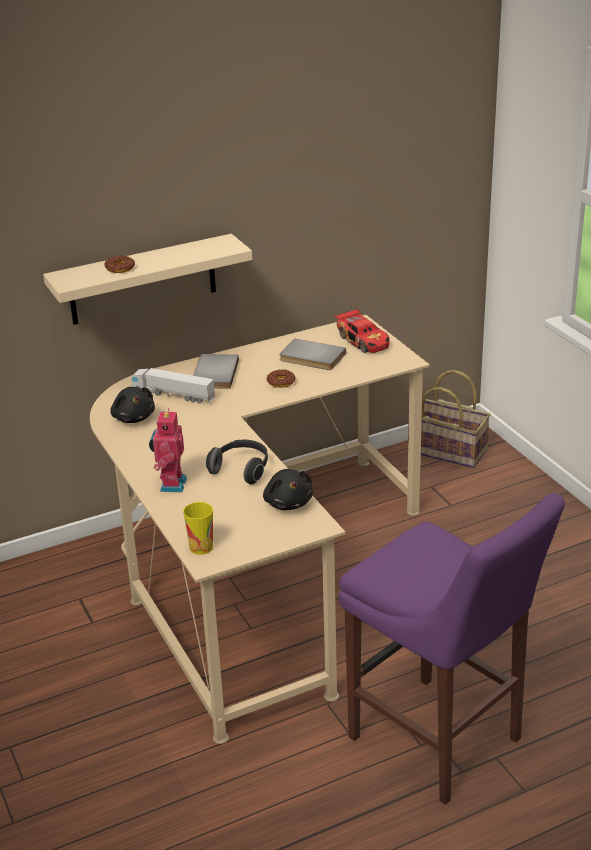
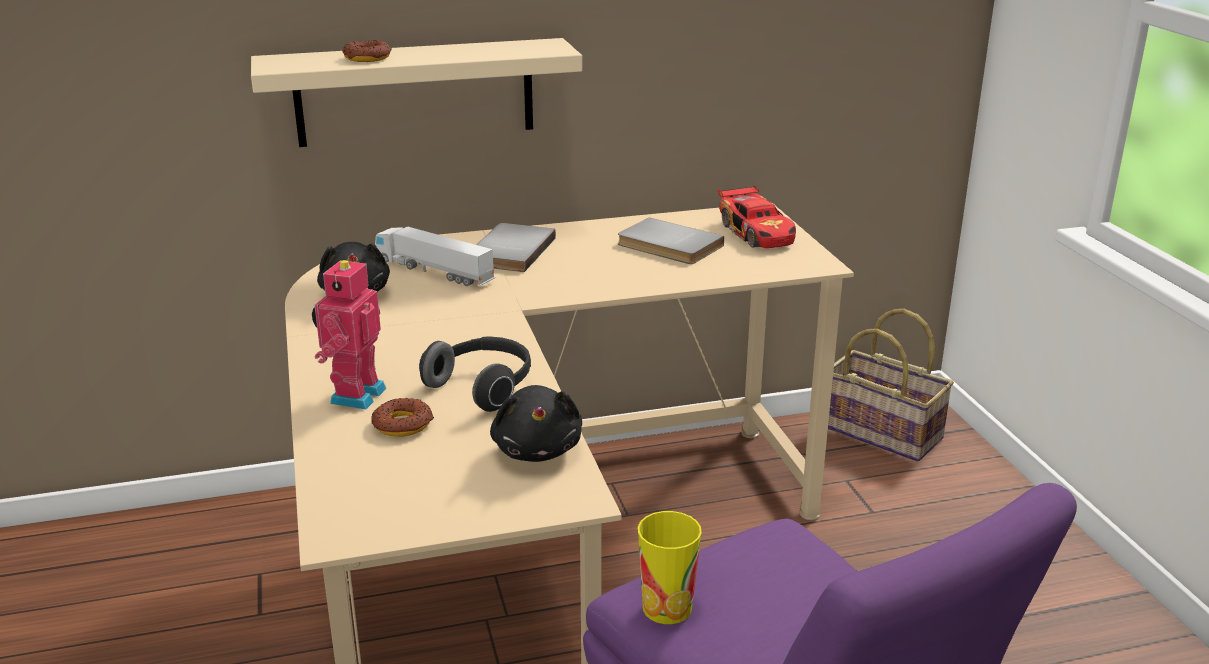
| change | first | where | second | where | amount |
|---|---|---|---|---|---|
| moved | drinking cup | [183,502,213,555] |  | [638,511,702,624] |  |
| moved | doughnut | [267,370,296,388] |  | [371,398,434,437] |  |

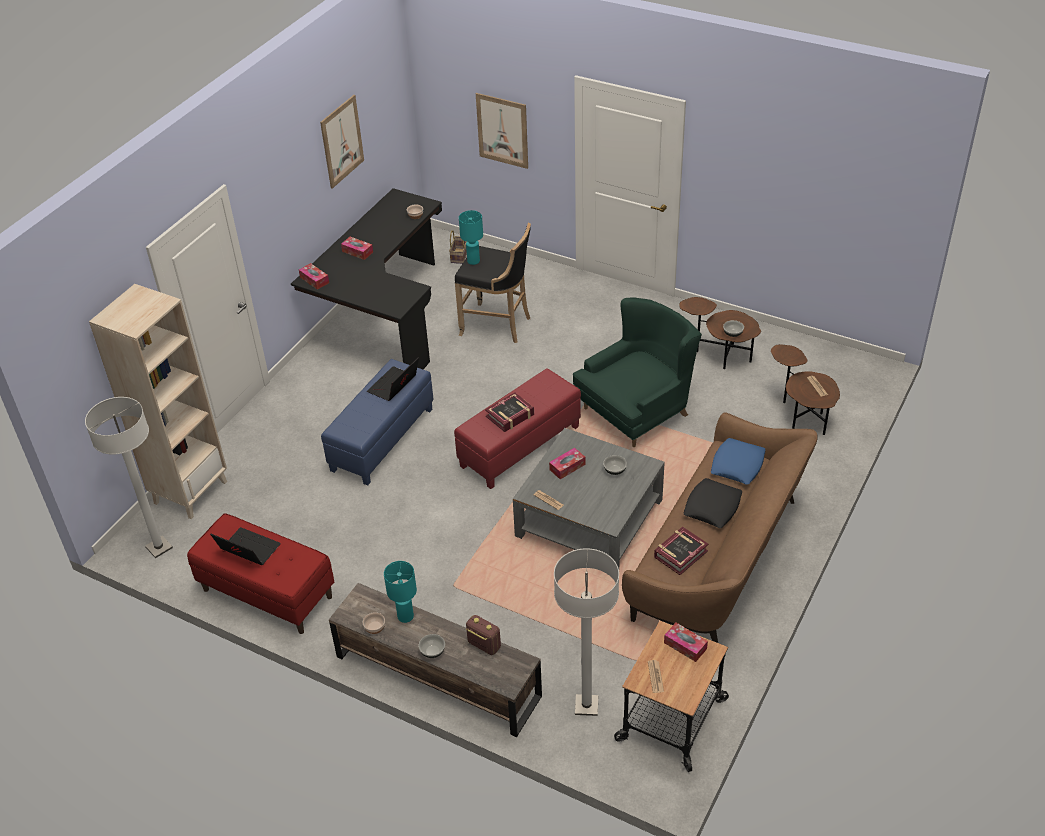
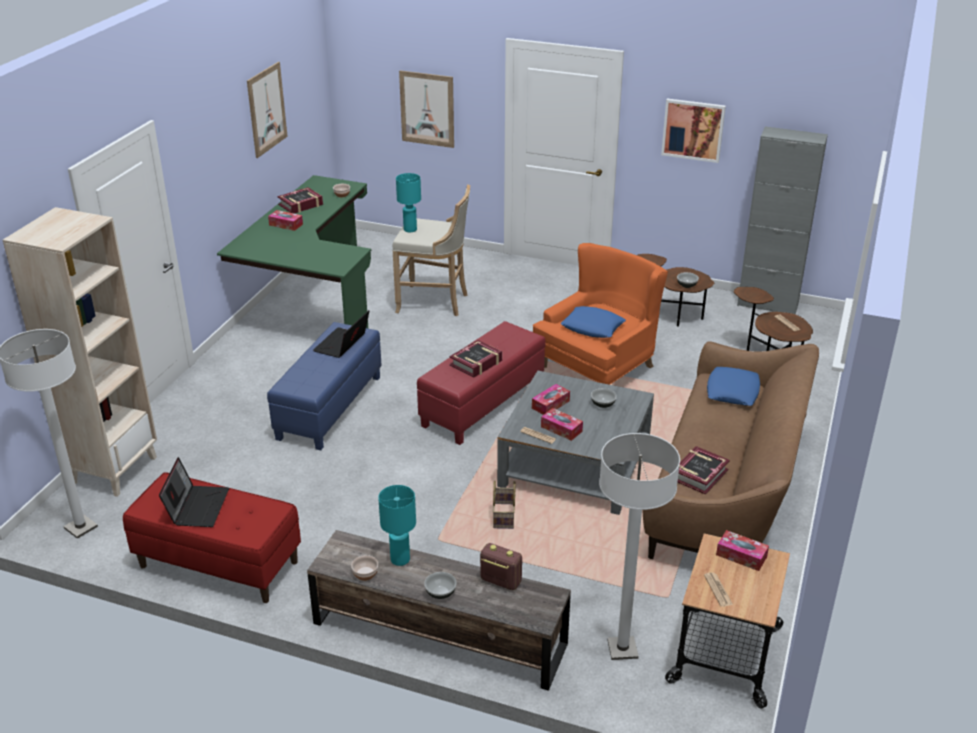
| change | first | where | second | where | amount |
|---|---|---|---|---|---|
| turned | notebook computer | [210,527,281,565] |  | [159,457,229,527] | 75 degrees clockwise |
| recoloured | desk unit (blackish) | [291,188,442,369] | desk unit (green-coloured) | [217,175,371,328] |  |
| moved | tissue box | [299,263,329,290] |  | [541,408,583,441] |  |
| moved | storage basket | [449,230,467,264] |  | [493,481,516,529] |  |
| recoloured | stool seat (blackish) | [455,223,531,343] | stool seat (beige) | [392,184,470,316] |  |
| recoloured | easy chair (green-coloured) | [573,297,702,447] | easy chair (orangey) | [533,243,668,385] |  |
| removed | pillow (blackish) | [684,478,742,528] |  |  |  |
| added |  |  | book | [277,187,323,214] |  |
| added |  |  | pillow (bluish) | [561,306,626,338] |  |
| added |  |  | wall picture | [661,99,726,163] |  |
| added |  |  | cabinet (greyish) | [737,126,828,315] |  |

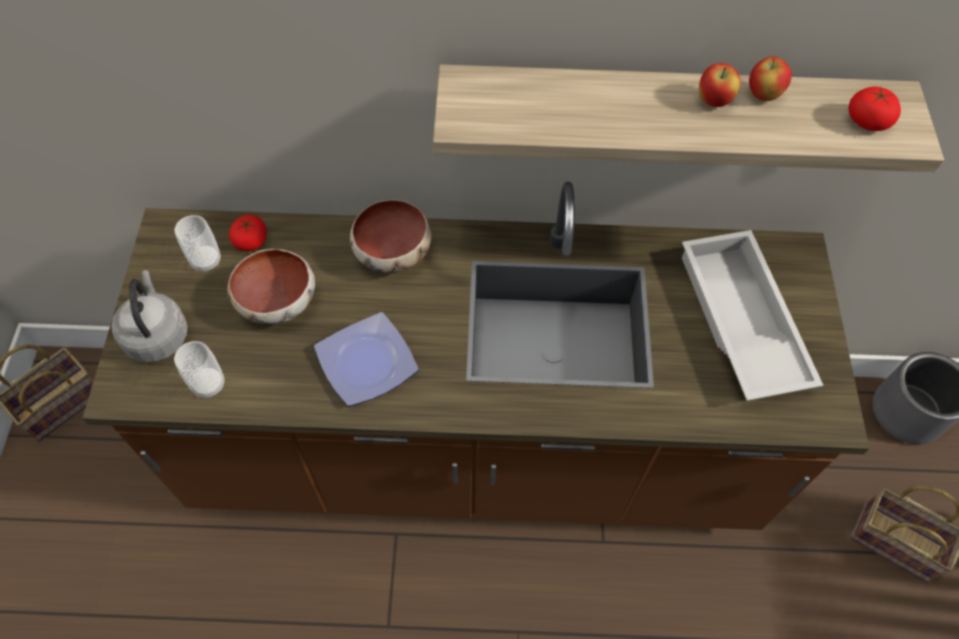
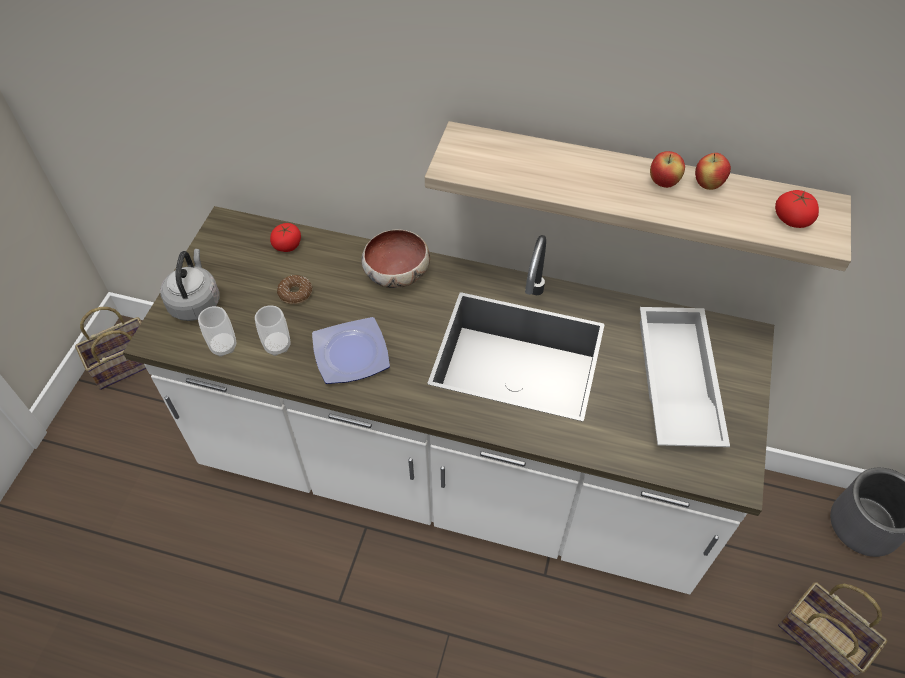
| change | first | where | second | where | amount |
|---|---|---|---|---|---|
| recoloured | kitchen counter (brownish) | [82,181,870,530] | kitchen counter (whitish) | [123,206,774,594] |  |
| moved | drinking cup | [174,215,221,272] |  | [255,305,290,356] |  |
| replaced | serving bowl | [227,249,315,324] | doughnut | [277,275,312,305] |  |

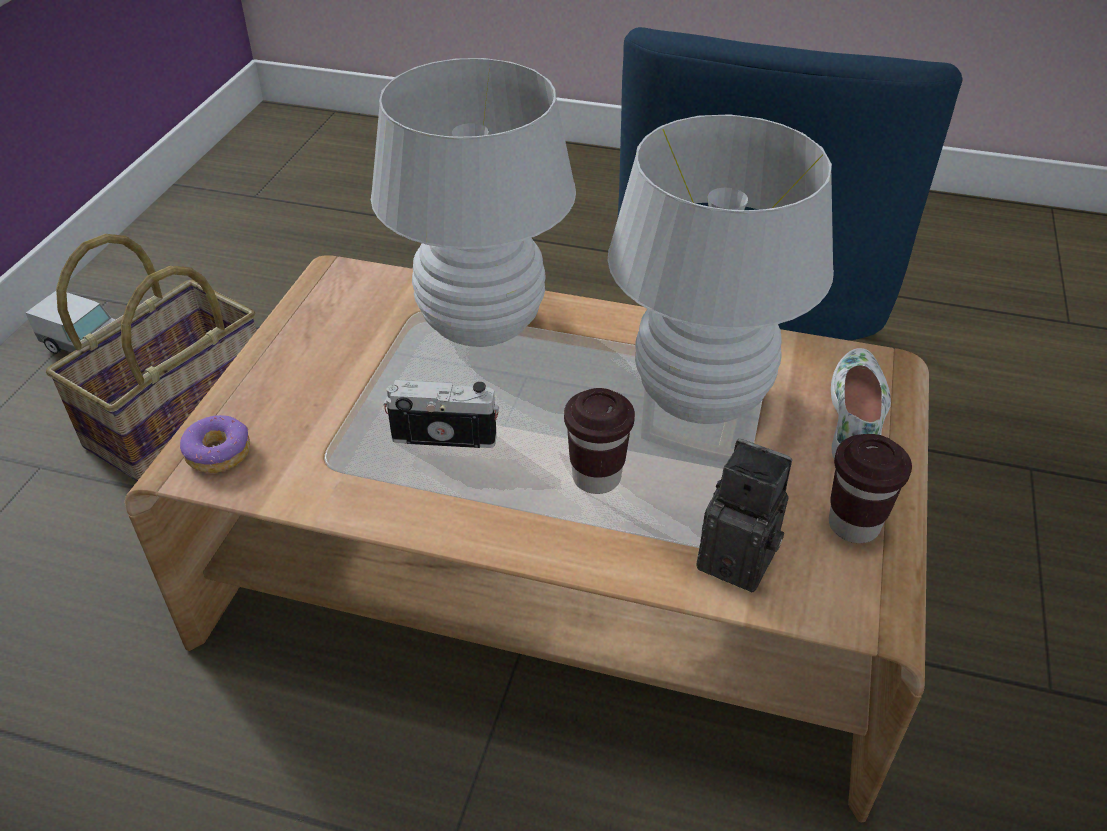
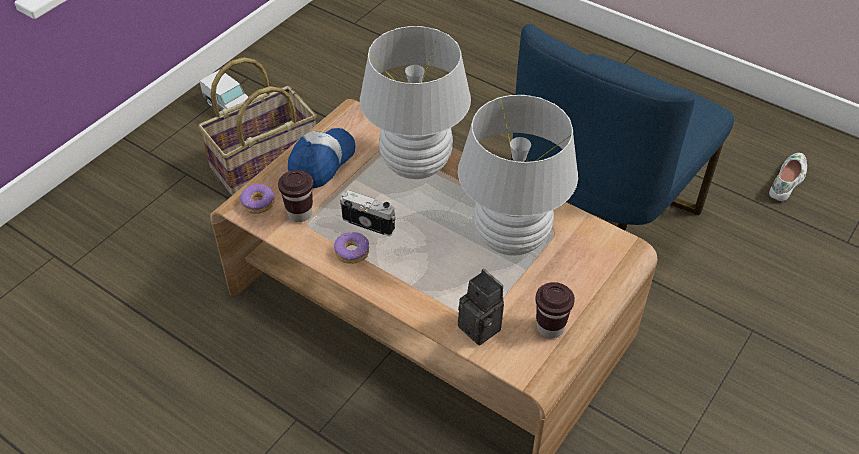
| change | first | where | second | where | amount |
|---|---|---|---|---|---|
| moved | drinking cup (brownish) | [564,388,635,494] |  | [278,170,313,222] |  |
| moved | low shoe (whitish) | [831,348,891,459] |  | [769,153,807,201] |  |
| added |  |  | cap | [288,128,356,189] |  |
| added |  |  | doughnut | [334,232,369,264] |  |

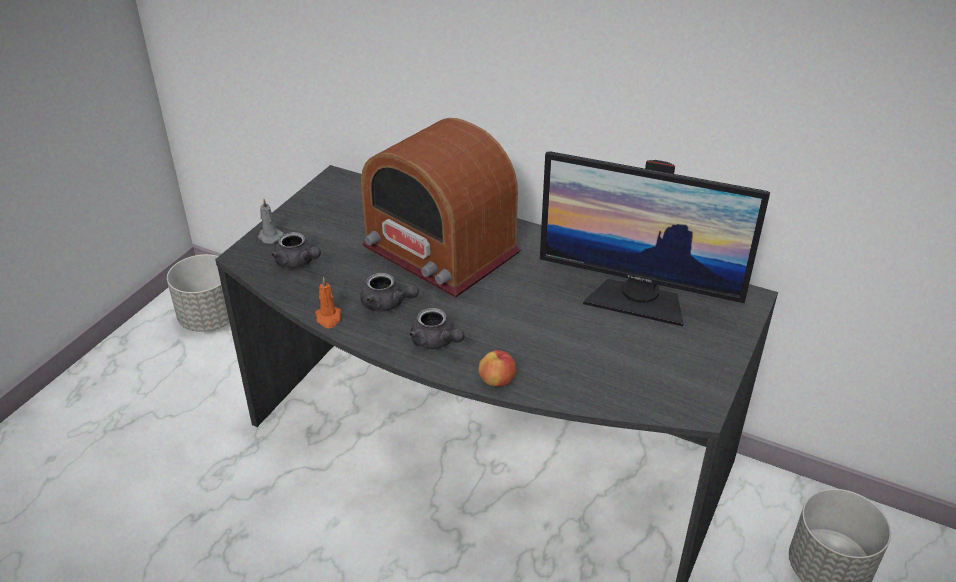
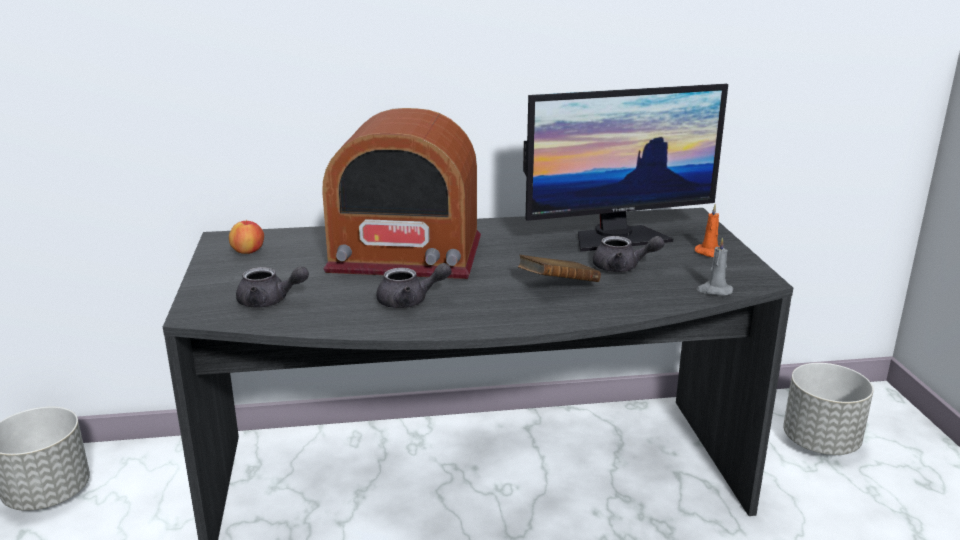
| change | first | where | second | where | amount |
|---|---|---|---|---|---|
| moved | candle (greyish) | [258,199,283,244] |  | [697,237,733,295] |  |
| moved | candle (orangey) | [315,277,342,328] |  | [695,204,720,257] |  |
| moved | teapot (greyish) | [409,308,465,349] |  | [593,236,664,272] |  |
| moved | whole apple | [479,350,516,387] |  | [229,220,264,254] |  |
| added |  |  | book (brownish) | [518,255,601,282] |  |

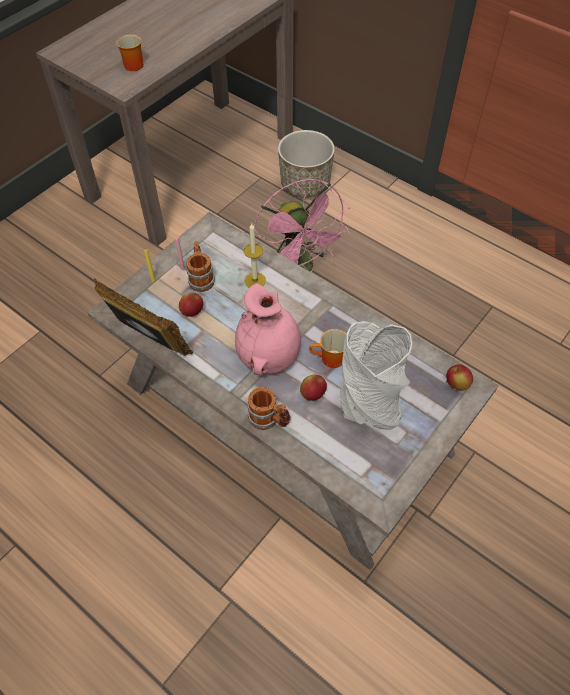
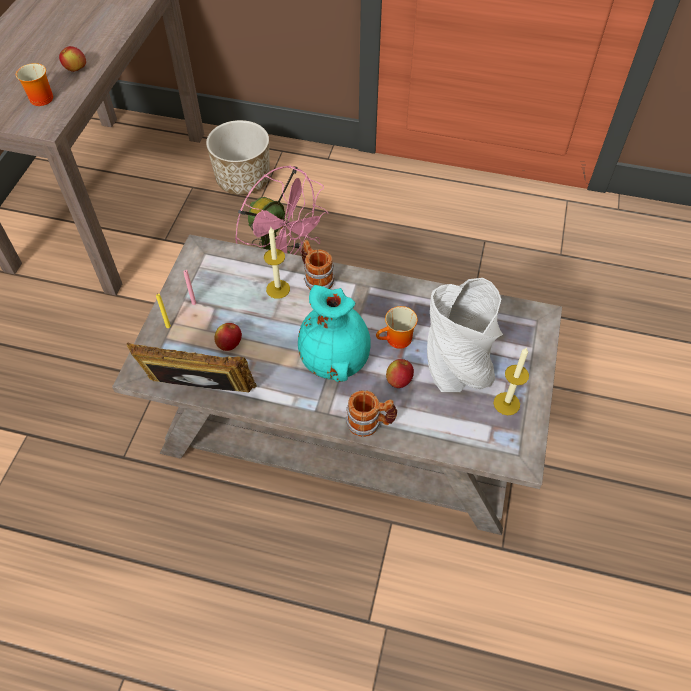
| change | first | where | second | where | amount |
|---|---|---|---|---|---|
| moved | mug | [186,242,215,292] |  | [301,240,335,290] |  |
| recoloured | decorative vase (pink) | [235,283,301,376] | decorative vase (turquoise) | [298,285,371,382] |  |
| moved | whole apple | [446,364,473,390] |  | [59,46,86,72] |  |
| added |  |  | candle | [493,347,529,415] |  |

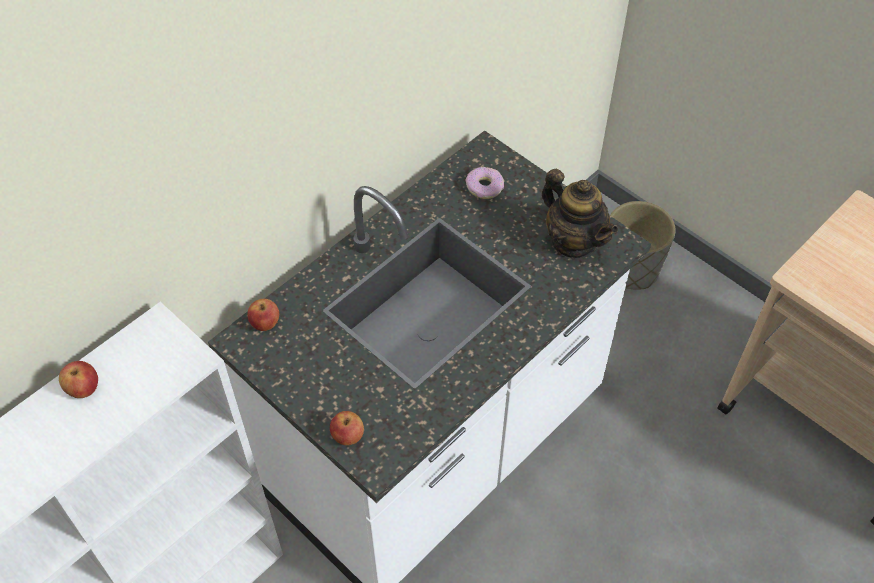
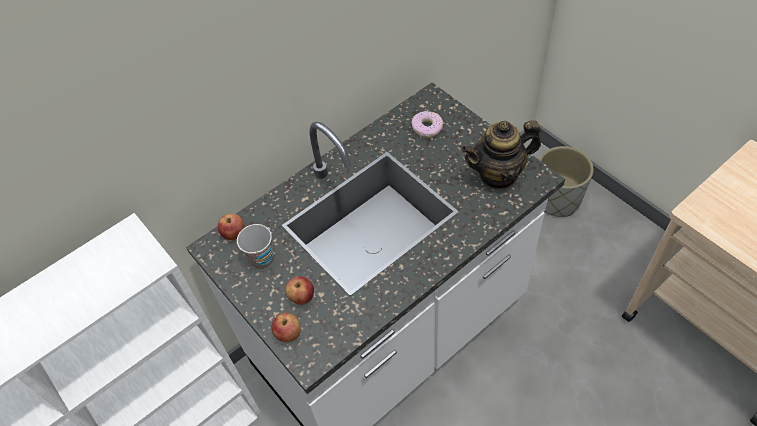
| change | first | where | second | where | amount |
|---|---|---|---|---|---|
| moved | whole apple | [59,361,98,398] |  | [286,276,314,305] |  |
| turned | teapot | [542,169,618,258] |  | [462,120,541,190] | 105 degrees clockwise |
| added |  |  | drinking cup | [237,224,273,269] |  |

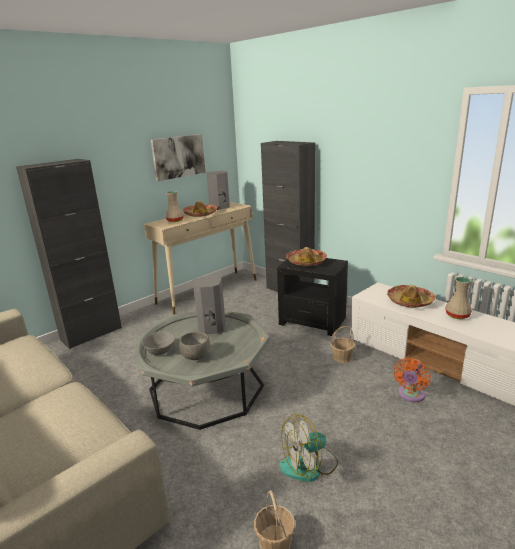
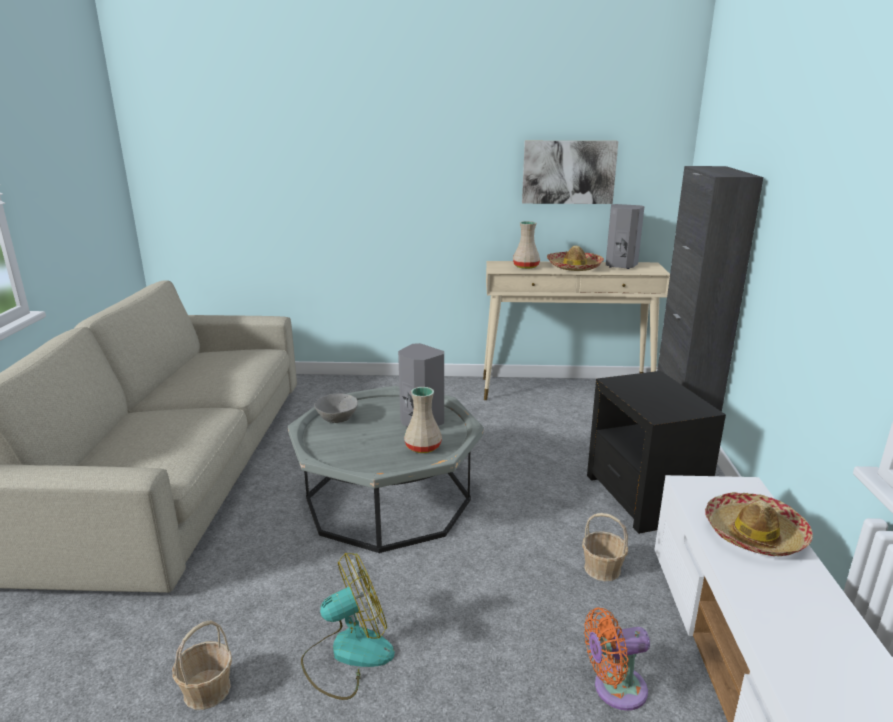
| change | first | where | second | where | amount |
|---|---|---|---|---|---|
| removed | cabinet (blackish) | [16,159,122,349] |  |  |  |
| removed | serving bowl (greyish) | [179,332,210,360] |  |  |  |
| turned | fan | [279,413,338,482] |  | [301,553,395,700] | 135 degrees clockwise |
| removed | hat | [286,247,327,266] |  |  |  |
| moved | decorative vase (beige) | [445,277,472,319] |  | [404,387,442,453] |  |

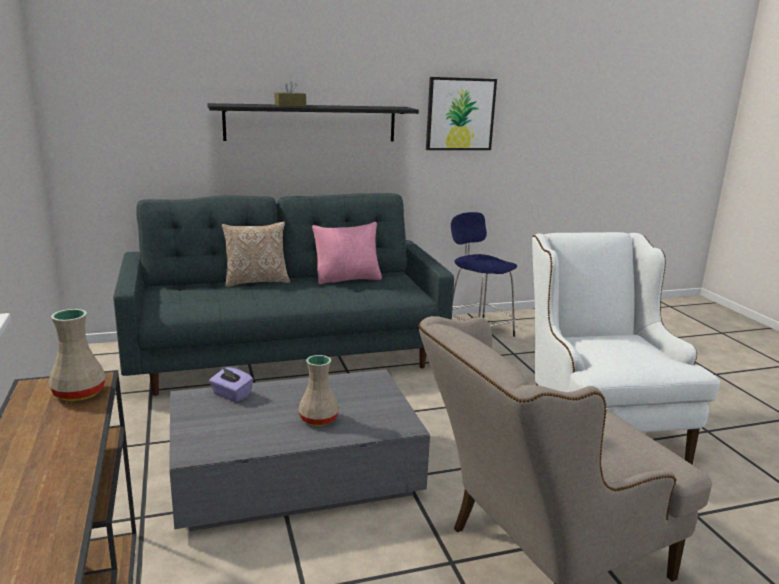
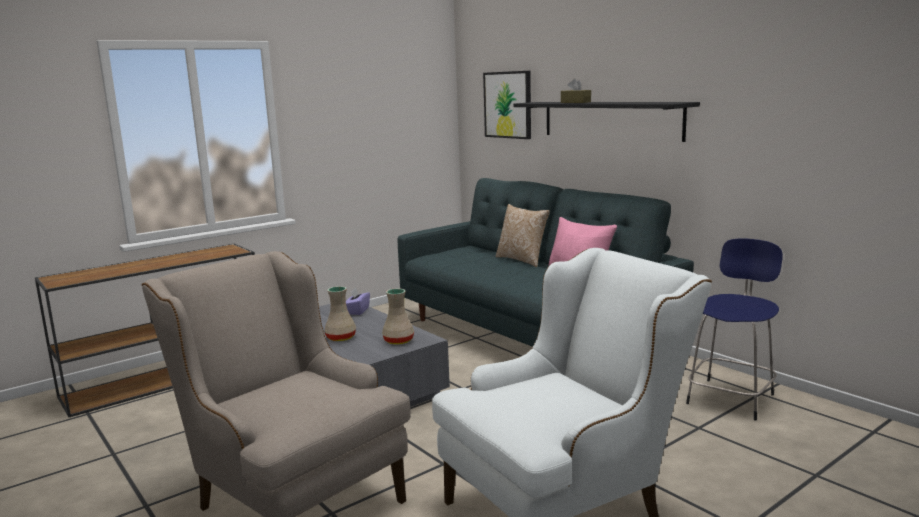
| change | first | where | second | where | amount |
|---|---|---|---|---|---|
| moved | decorative vase (beige) | [48,309,106,401] |  | [382,288,414,345] |  |
| moved | wall picture | [426,77,497,150] |  | [483,71,531,139] |  |

